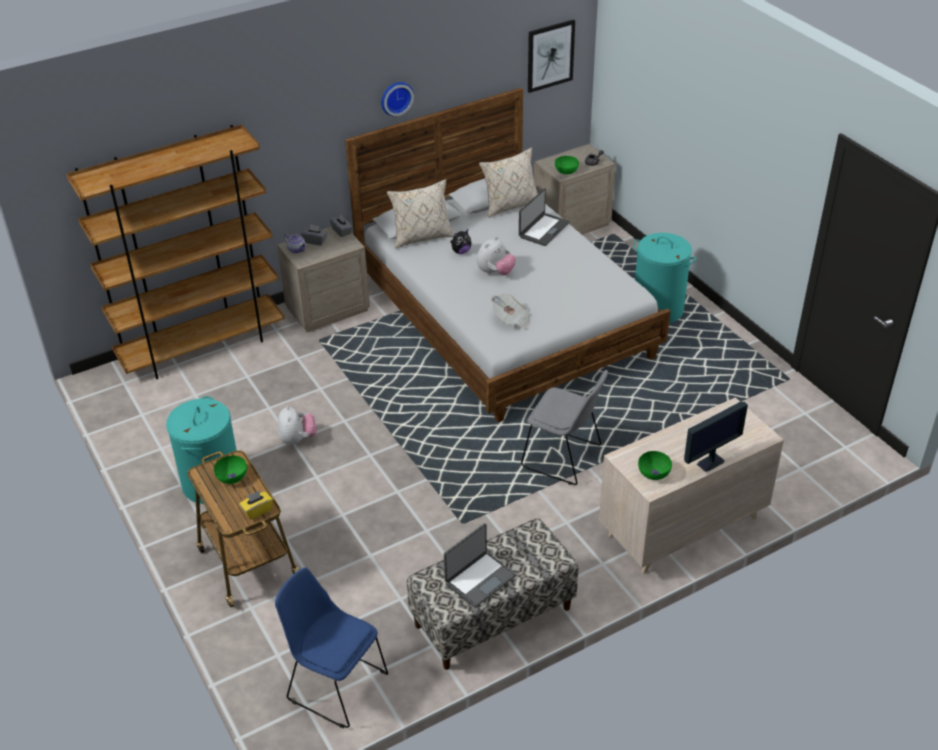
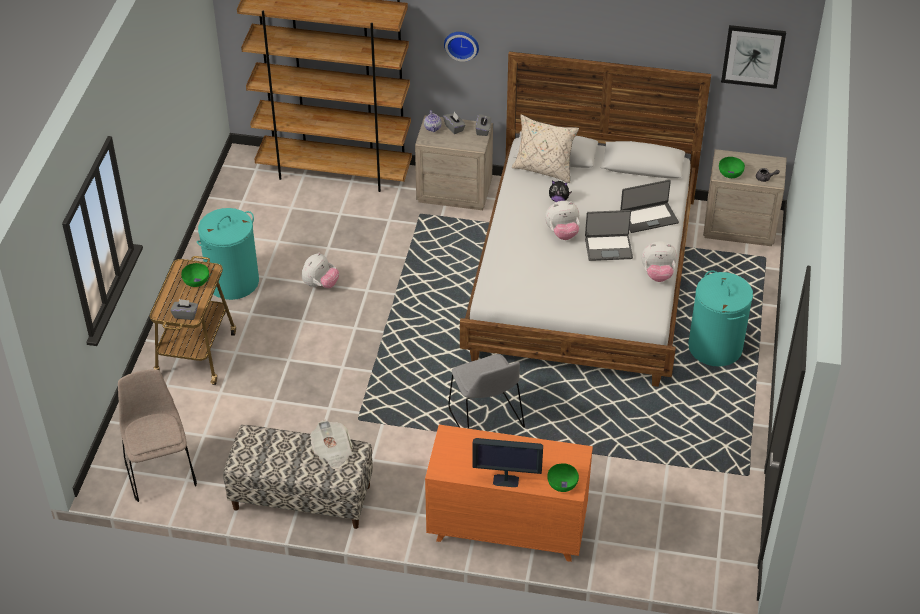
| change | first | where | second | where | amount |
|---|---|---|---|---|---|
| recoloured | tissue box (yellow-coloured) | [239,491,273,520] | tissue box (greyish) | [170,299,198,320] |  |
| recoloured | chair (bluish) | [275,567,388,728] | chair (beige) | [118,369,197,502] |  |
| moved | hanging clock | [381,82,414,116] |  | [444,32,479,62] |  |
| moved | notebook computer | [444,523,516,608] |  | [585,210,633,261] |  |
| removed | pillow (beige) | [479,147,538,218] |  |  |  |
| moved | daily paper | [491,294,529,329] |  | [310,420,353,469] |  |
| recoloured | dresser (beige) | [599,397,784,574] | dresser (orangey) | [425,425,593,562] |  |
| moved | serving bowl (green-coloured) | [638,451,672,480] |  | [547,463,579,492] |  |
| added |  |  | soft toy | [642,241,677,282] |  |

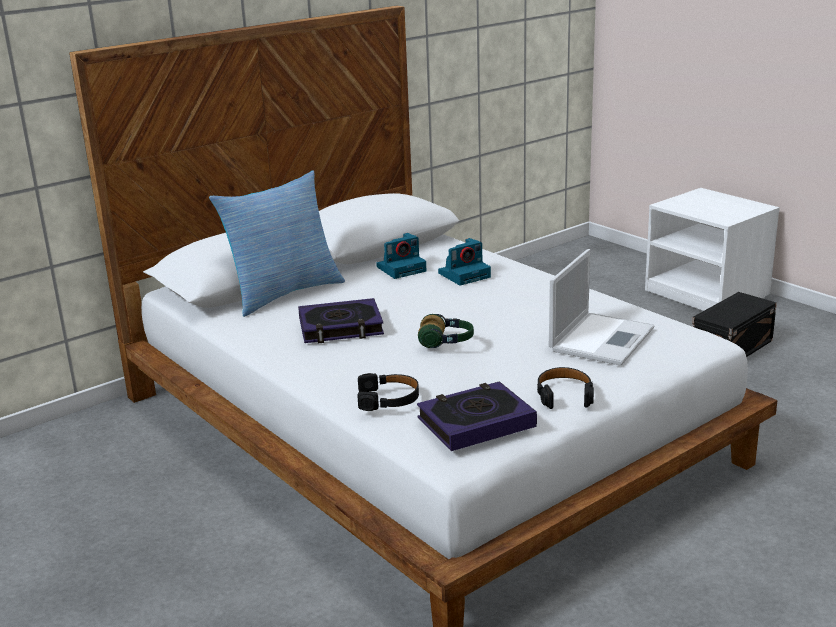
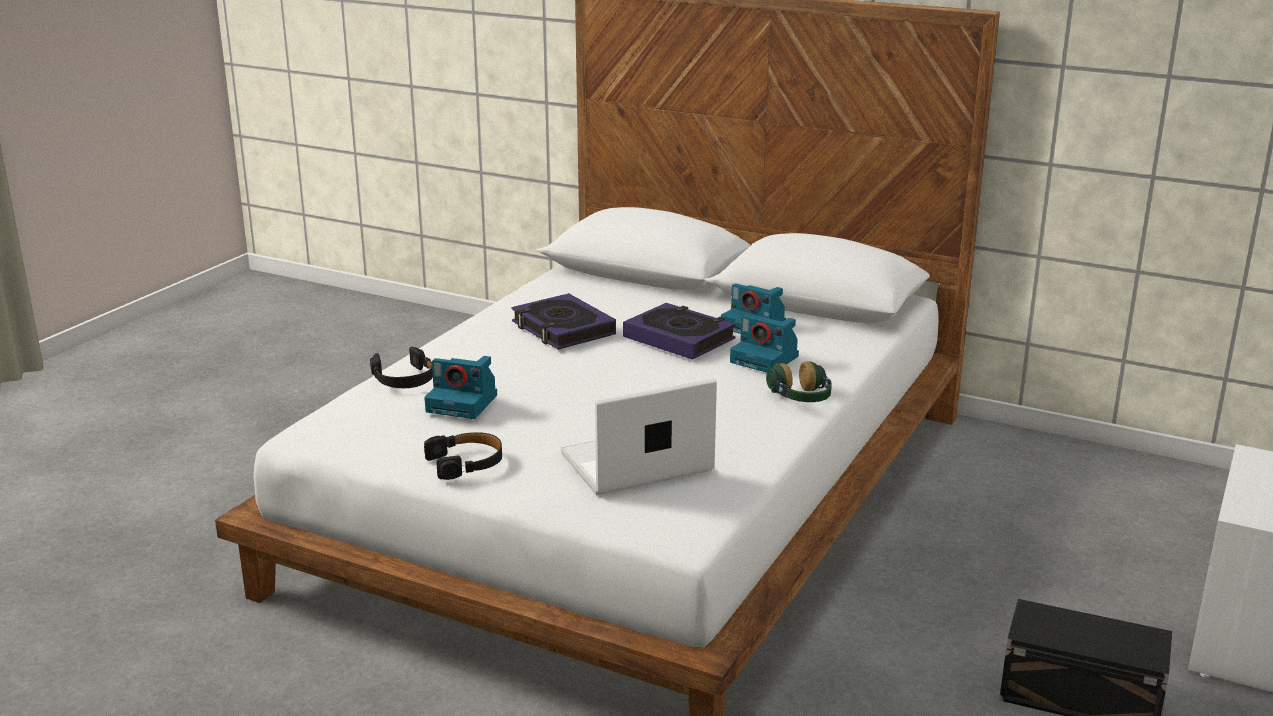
| change | first | where | second | where | amount |
|---|---|---|---|---|---|
| removed | pillow | [209,170,345,317] |  |  |  |
| moved | book | [417,381,537,451] |  | [623,303,736,360] |  |
| moved | headset | [418,314,474,348] |  | [766,361,832,402] |  |
| turned | notebook computer | [549,249,655,366] |  | [561,378,717,495] | 150 degrees clockwise |
| added |  |  | still camera | [424,356,497,419] |  |

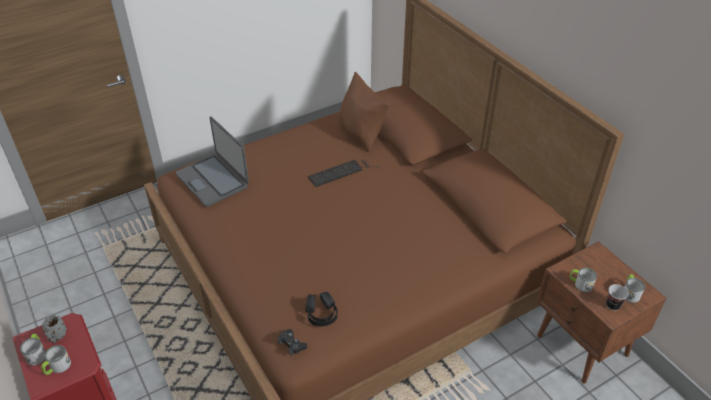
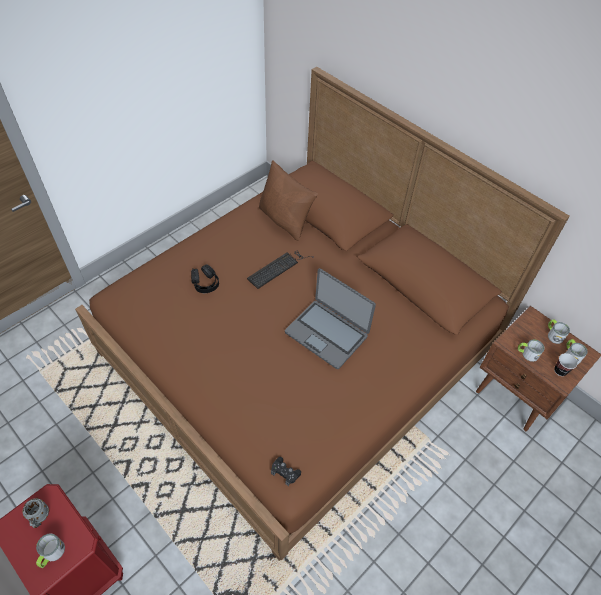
| change | first | where | second | where | amount |
|---|---|---|---|---|---|
| moved | mug | [20,334,46,366] |  | [548,319,570,344] |  |
| moved | notebook computer | [176,117,249,207] |  | [285,268,376,369] |  |
| moved | headset (blackish) | [305,291,338,327] |  | [191,264,219,293] |  |

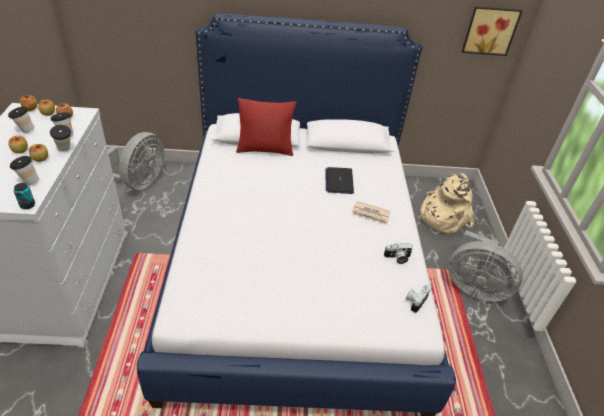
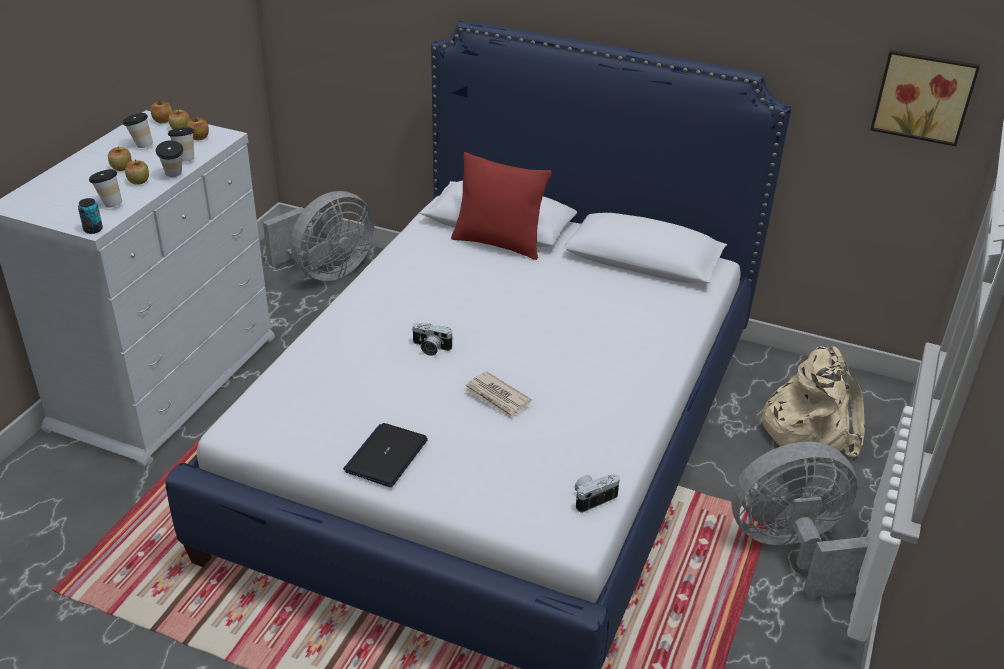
| change | first | where | second | where | amount |
|---|---|---|---|---|---|
| moved | notebook computer | [325,167,354,194] |  | [343,423,428,487] |  |
| moved | daily paper | [352,201,391,225] |  | [464,371,531,419] |  |
| moved | still camera | [384,243,413,264] |  | [413,323,453,356] |  |
| turned | fan (greyish) | [449,230,523,302] |  | [731,442,870,599] | 120 degrees clockwise |

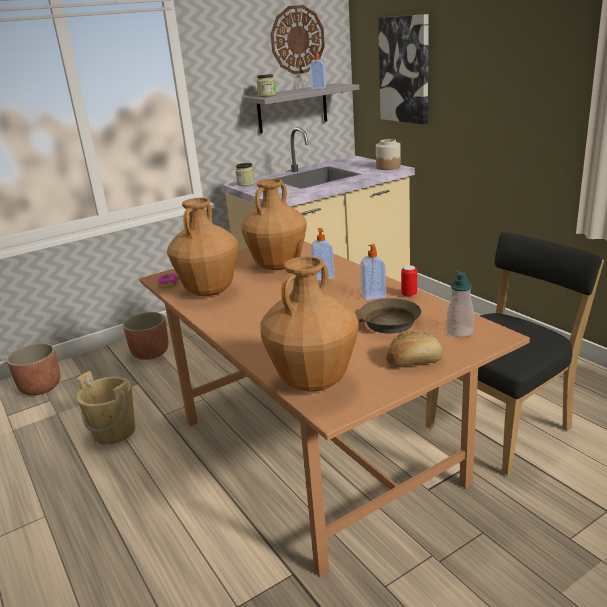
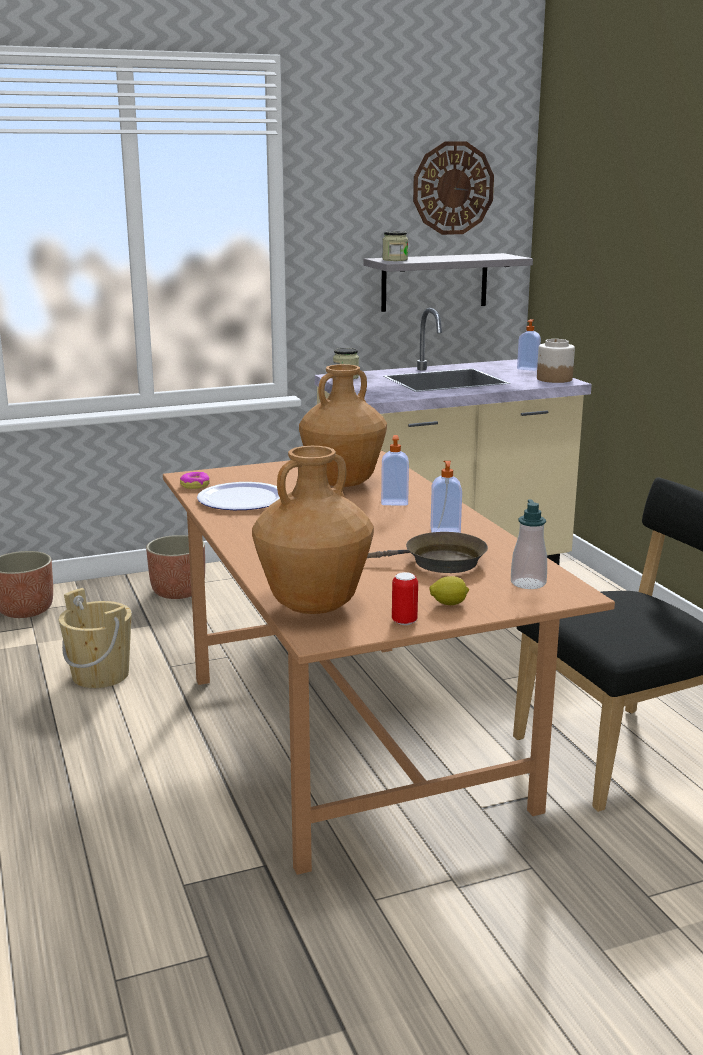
| change | first | where | second | where | amount |
|---|---|---|---|---|---|
| replaced | decorative vase (brownish) | [167,198,238,296] | plate | [197,482,280,510] |  |
| moved | soap dispenser | [310,51,326,89] |  | [517,319,541,371] |  |
| removed | wall picture | [378,14,429,124] |  |  |  |
| replaced | bakery bread | [386,330,443,366] | whole lemon | [429,576,469,605] |  |
| moved | metal can | [401,265,417,297] |  | [392,572,418,625] |  |

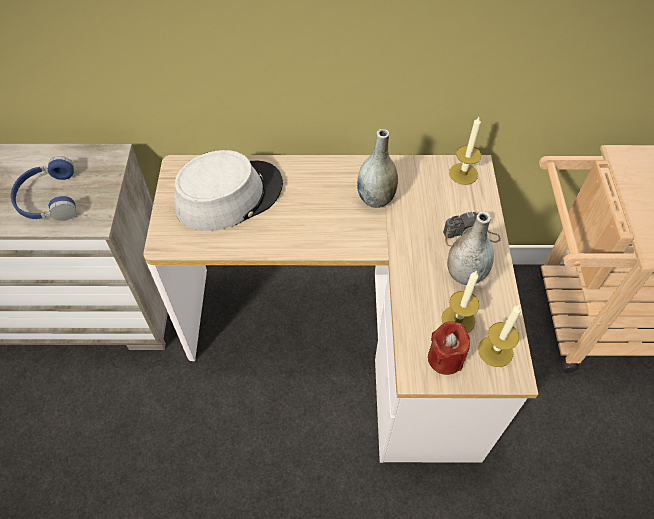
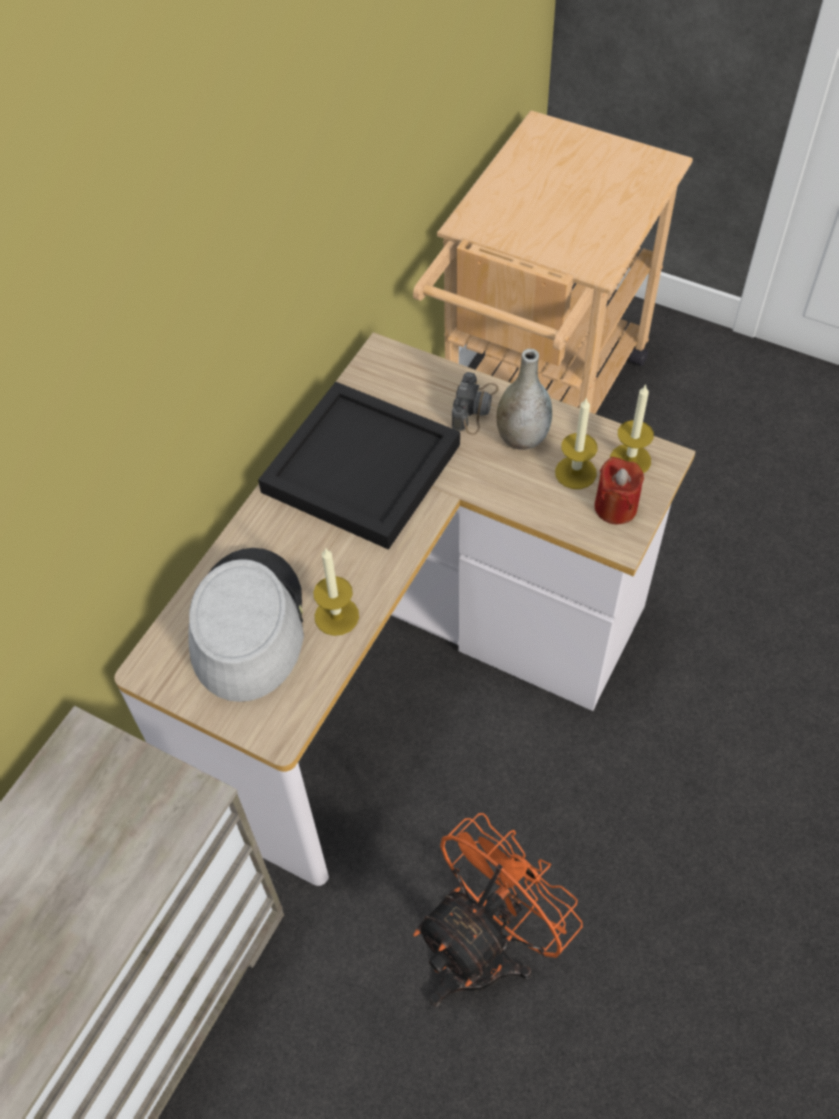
| change | first | where | second | where | amount |
|---|---|---|---|---|---|
| removed | headset (bluish) | [11,156,76,221] |  |  |  |
| replaced | decorative vase (greyish) | [357,129,398,208] | serving tray (blackish) | [258,382,460,550] |  |
| moved | candle | [449,117,481,185] |  | [313,547,359,636] |  |
| added |  |  | fan (orangey) | [414,813,583,1007] |  |

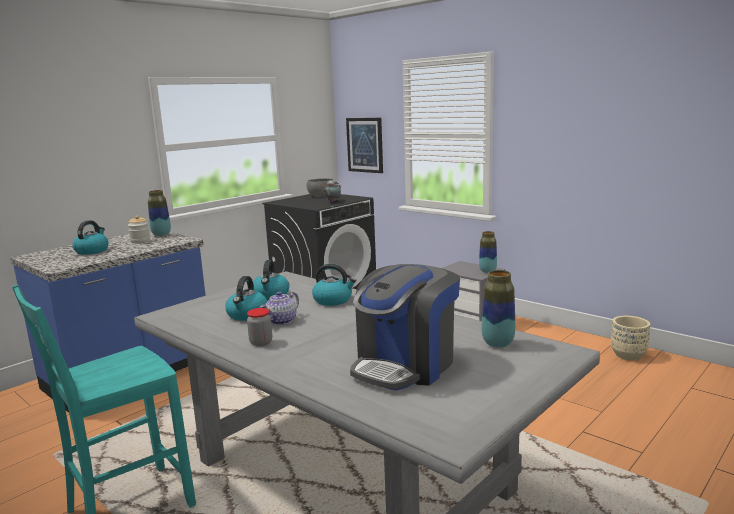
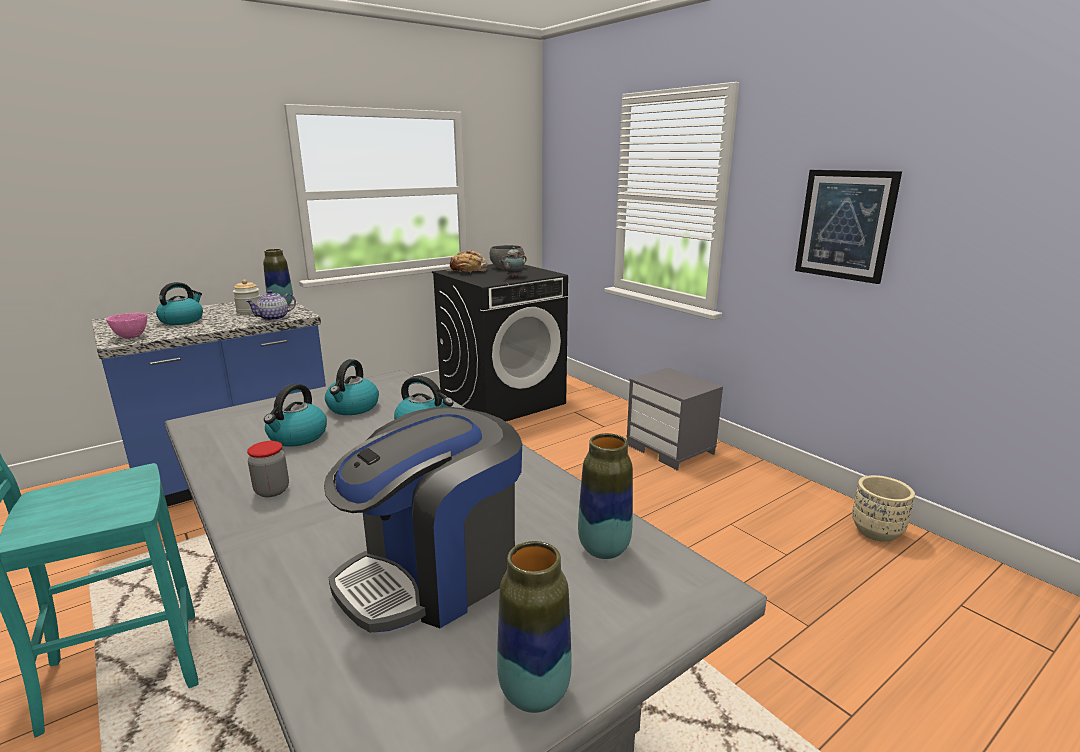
| change | first | where | second | where | amount |
|---|---|---|---|---|---|
| moved | teapot | [260,292,299,325] |  | [245,290,296,321] |  |
| moved | wall picture | [346,118,383,173] |  | [795,170,902,284] |  |
| moved | decorative vase | [479,231,497,273] |  | [497,541,572,713] |  |
| added |  |  | serving bowl (pink) | [106,313,147,338] |  |
| added |  |  | bakery bread | [448,250,487,273] |  |

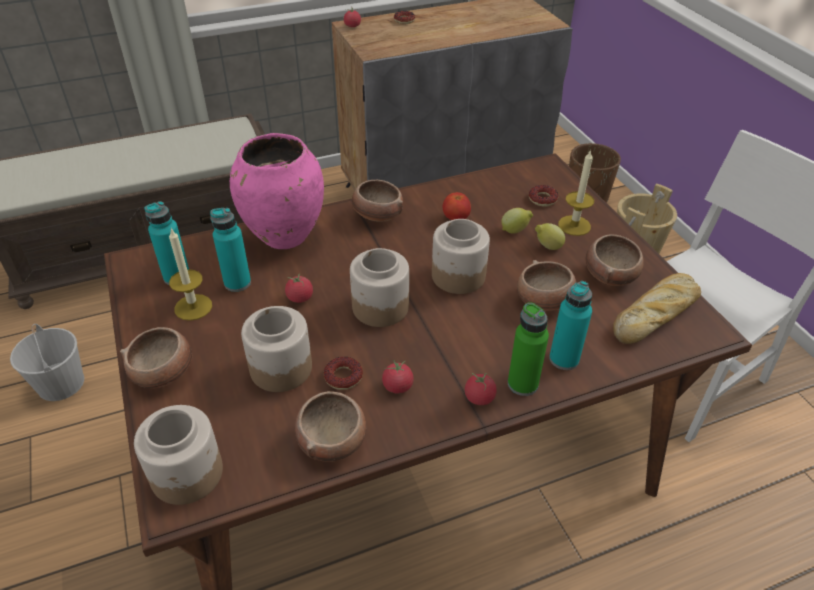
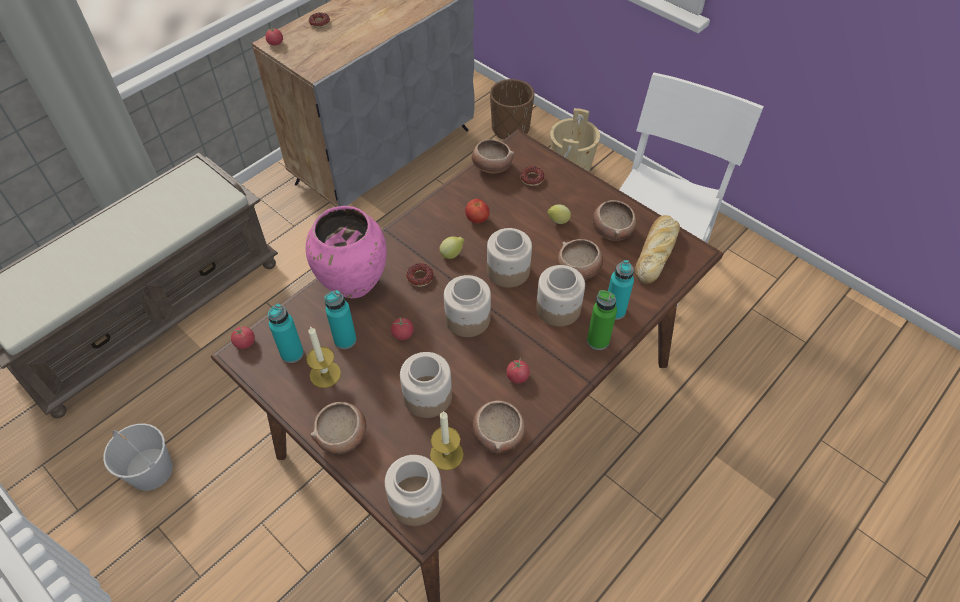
| change | first | where | second | where | amount |
|---|---|---|---|---|---|
| moved | doughnut | [324,357,363,390] |  | [406,263,434,287] |  |
| moved | serving bowl | [352,180,403,222] |  | [472,139,514,173] |  |
| moved | whole tomato | [465,373,497,405] |  | [231,326,255,349] |  |
| moved | whole lemon | [501,208,533,234] |  | [439,236,465,259] |  |
| moved | candle | [558,149,594,236] |  | [430,411,464,470] |  |
| added |  |  | jar | [536,265,585,327] |  |

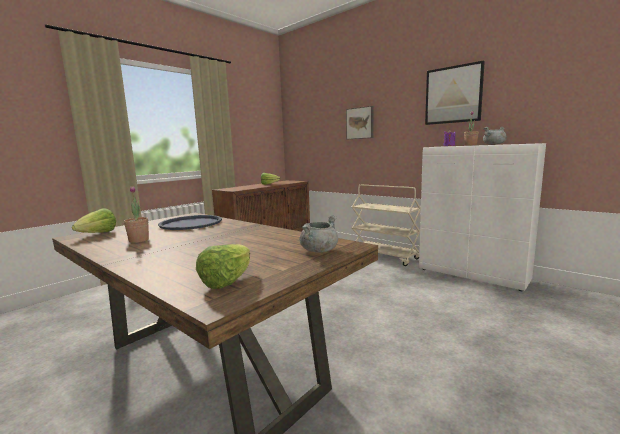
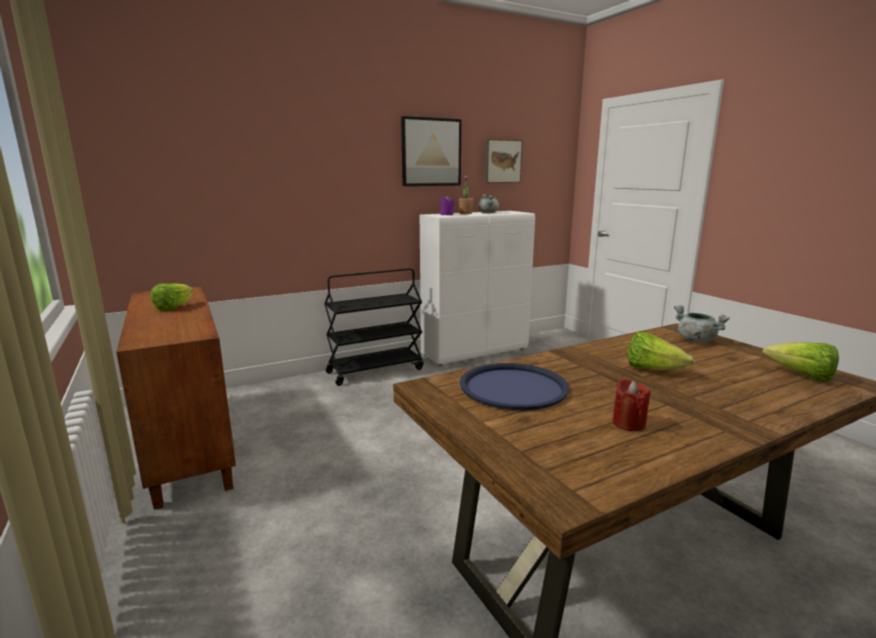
| change | first | where | second | where | amount |
|---|---|---|---|---|---|
| moved | lettuce | [72,208,116,233] |  | [627,332,695,370] |  |
| replaced | houseplant | [124,186,149,243] | candle (red) | [613,379,650,431] |  |
| moved | wall picture | [346,106,374,139] |  | [484,139,523,183] |  |
| recoloured | cart (beige) | [352,184,421,266] | cart (blackish) | [324,268,424,386] |  |

